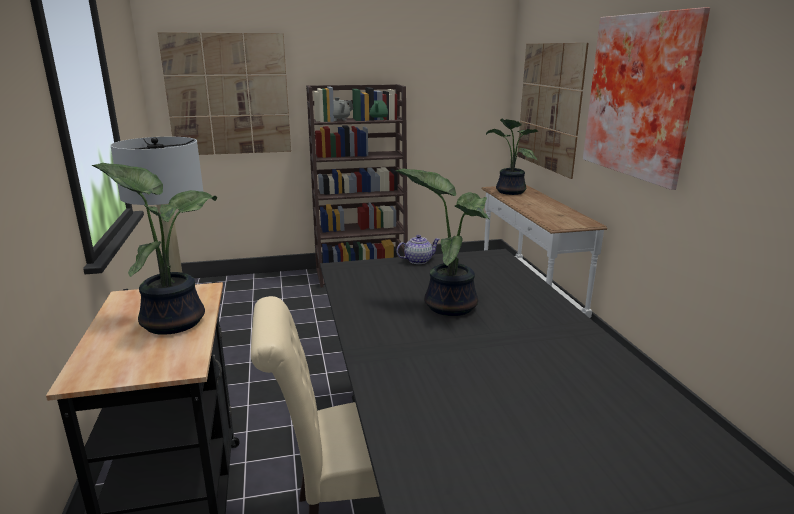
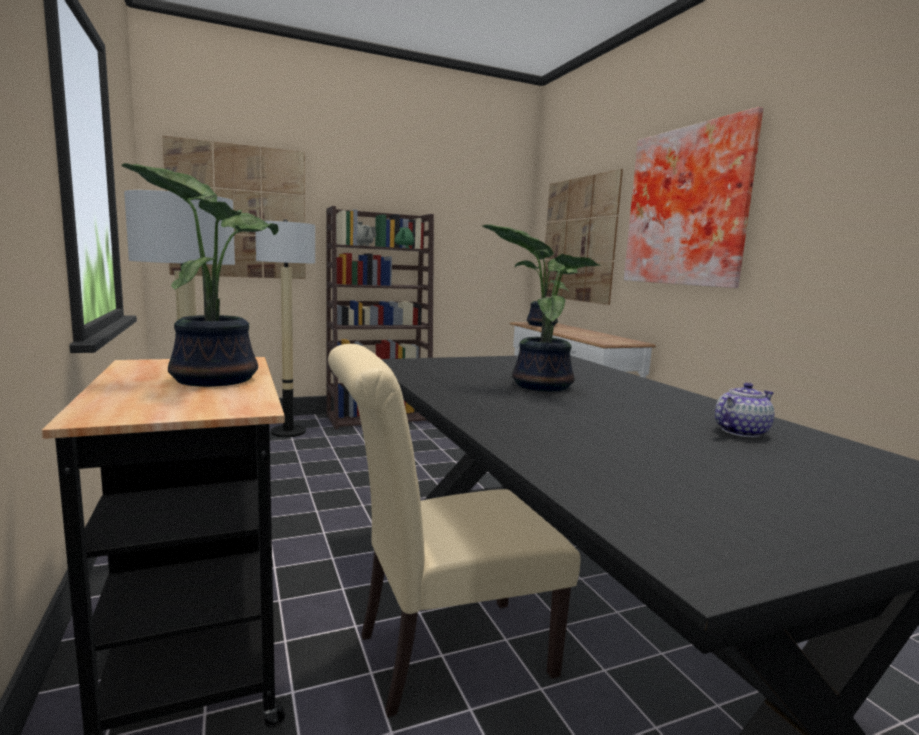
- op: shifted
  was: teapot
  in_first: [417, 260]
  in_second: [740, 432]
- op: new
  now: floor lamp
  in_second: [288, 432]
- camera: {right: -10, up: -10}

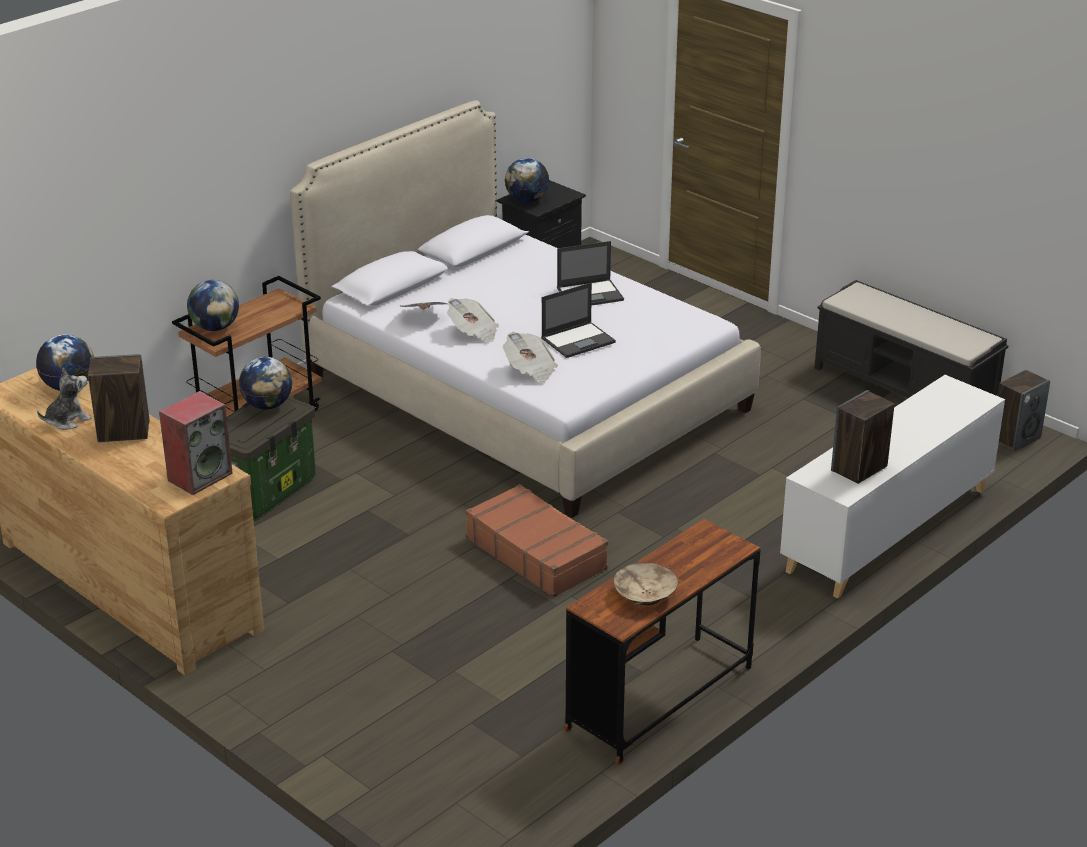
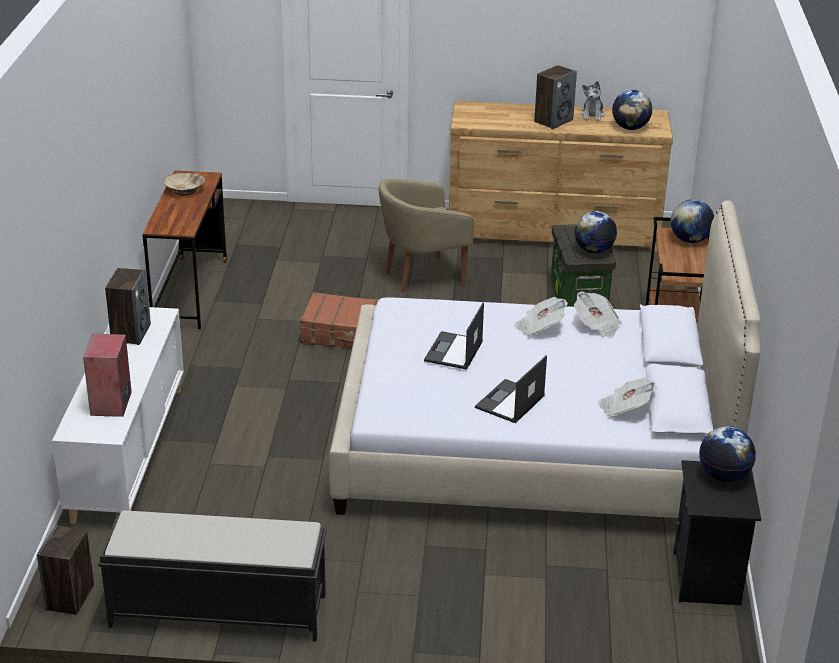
- op: shifted
  was: speaker
  in_first: [200, 476]
  in_second: [111, 404]
- op: shifted
  was: newspaper
  in_first: [530, 369]
  in_second: [624, 409]
- op: new
  now: armchair/beige
  in_second: [421, 276]
- camera: {right: 140, up: 0}

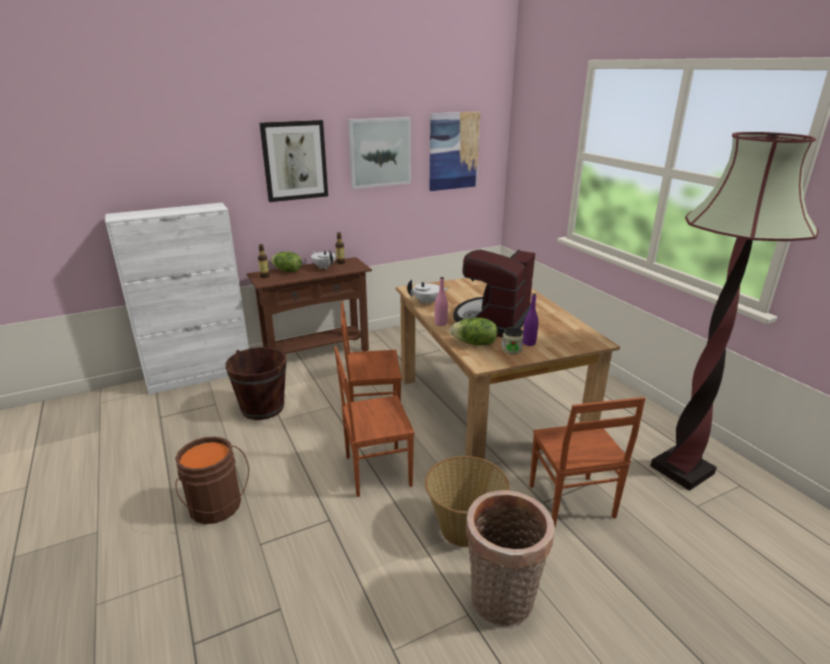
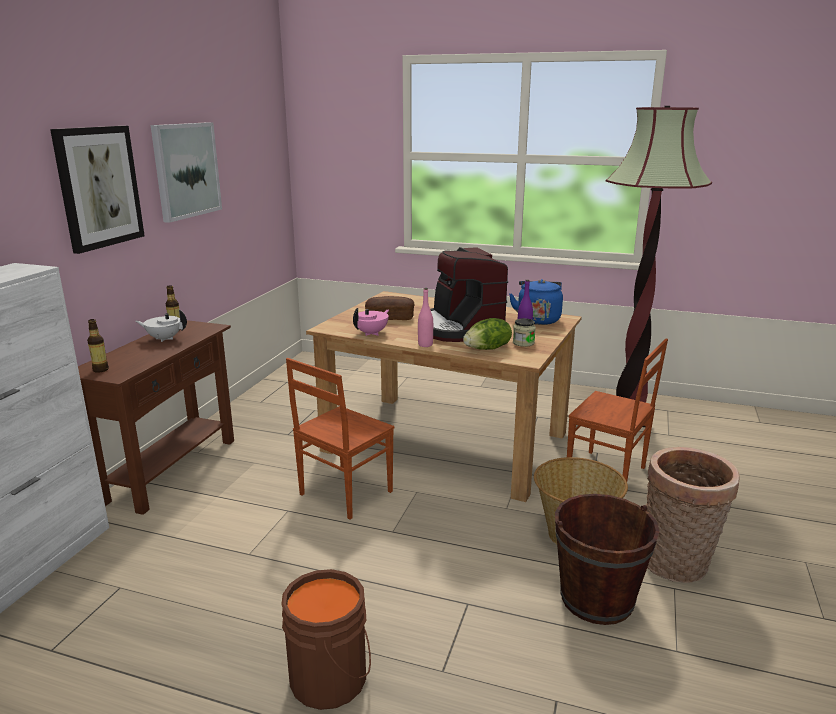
- op: shifted
  was: bucket/brown
  in_first: [262, 408]
  in_second: [597, 599]
- op: gone
  was: lettuce
  in_first: [287, 271]
- op: gone
  was: chair/brown
  in_first: [376, 470]
- op: repainted
  was: teapot/white
  now: teapot/pink
  in_first: [427, 302]
  in_second: [372, 333]
- op: gone
  was: picture
  in_first: [453, 151]
- op: new
  now: bread
  in_second: [390, 318]
- op: new
  now: kettle/blue
  in_second: [538, 319]
- camera: {right: -45, up: -5}

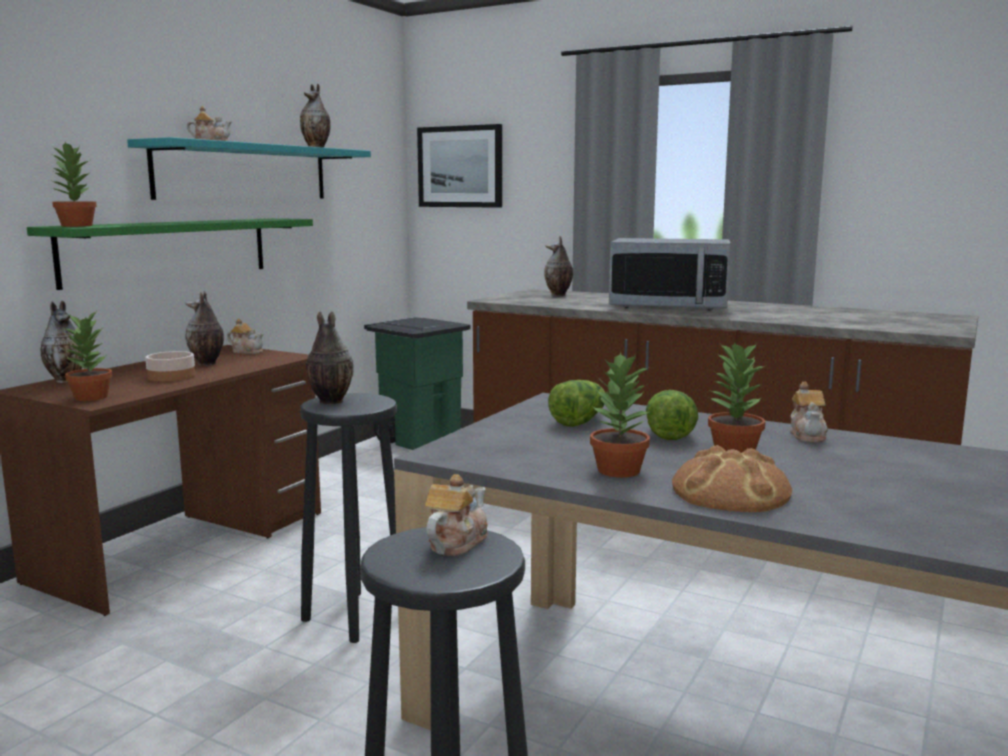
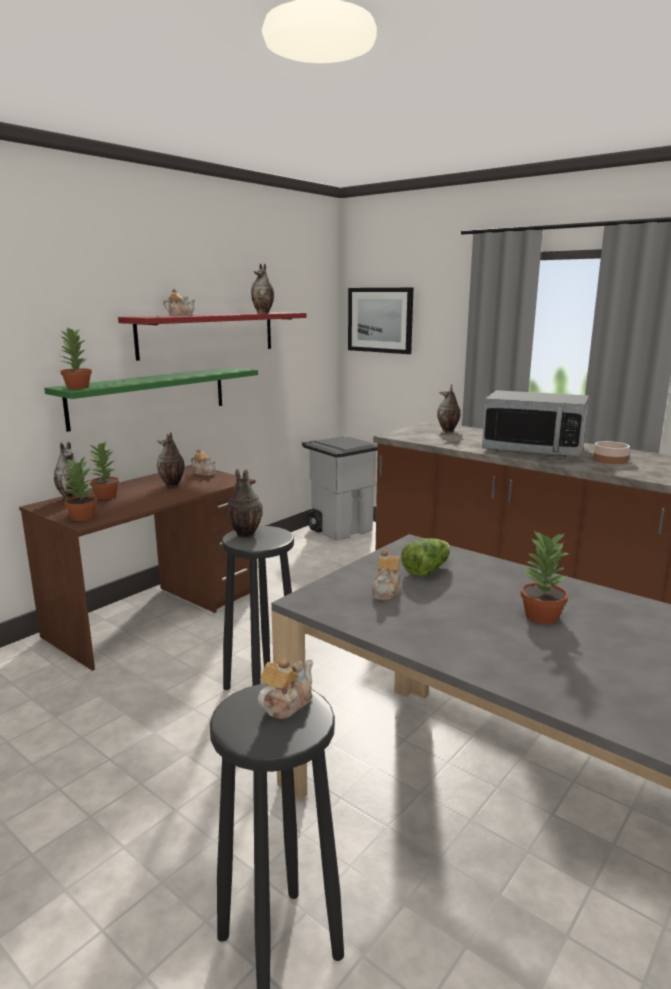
- op: repainted
  was: shelf/turquoise
  now: shelf/red
  in_first: [244, 172]
  in_second: [208, 334]
- op: shifted
  was: bowl
  in_first: [172, 376]
  in_second: [610, 460]
- op: repainted
  was: trash can/green
  now: trash can/grey
  in_first: [419, 439]
  in_second: [341, 529]
- op: shifted
  was: potted plant
  in_first: [618, 471]
  in_second: [105, 496]
- op: gone
  was: lettuce
  in_first: [668, 433]
- op: gone
  was: bread
  in_first: [731, 491]
- op: shifted
  was: teapot
  in_first: [808, 435]
  in_second: [387, 591]
- camera: {right: 10, up: 5}

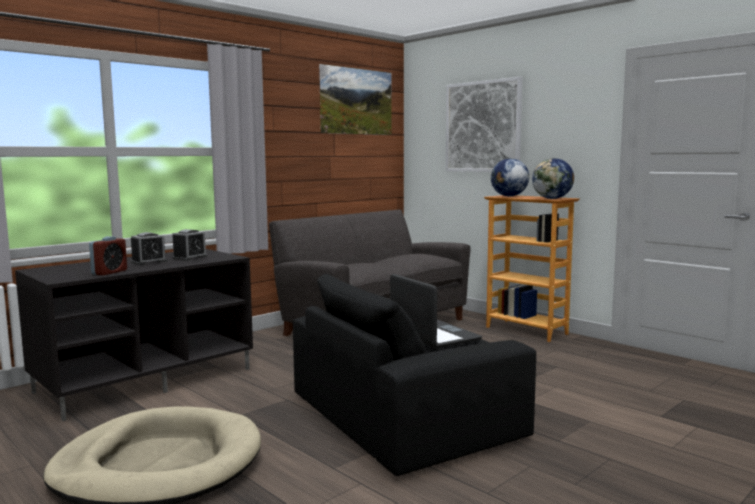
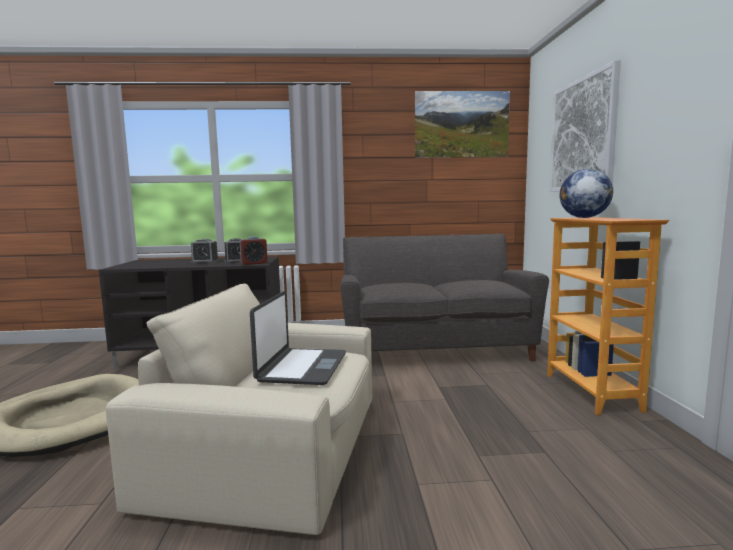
- op: shifted
  was: alarm clock
  in_first: [109, 272]
  in_second: [254, 263]
- op: repainted
  was: armchair/black
  now: armchair/beige
  in_first: [405, 415]
  in_second: [276, 447]
- op: gone
  was: globe
  in_first: [552, 198]
- camera: {right: 40, up: 0}

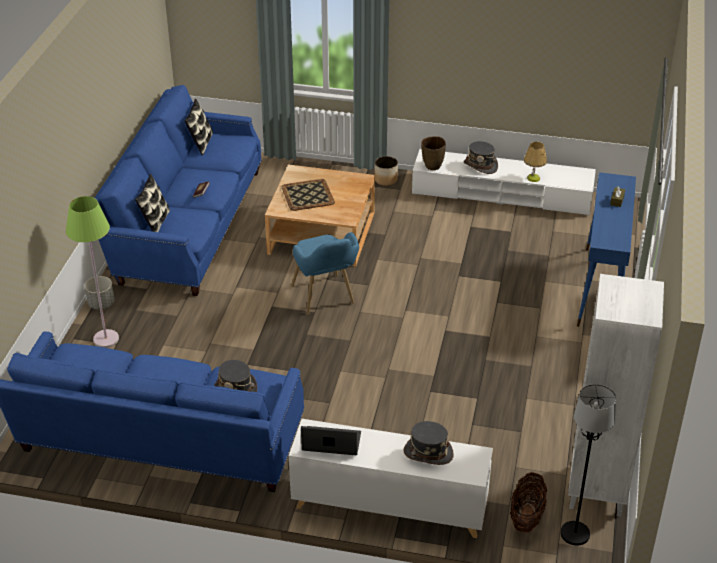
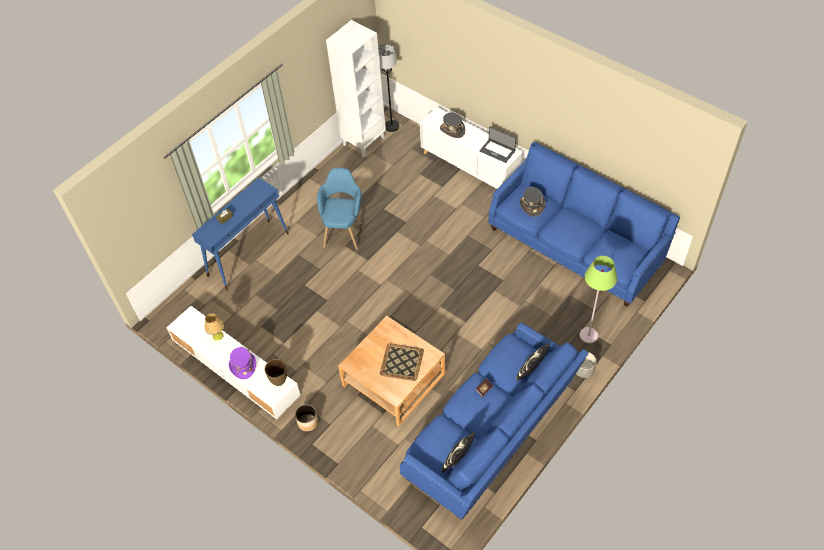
- op: shifted
  was: armchair/blue
  in_first: [325, 300]
  in_second: [343, 230]
- op: repainted
  was: hat/grey
  now: hat/purple
  in_first: [480, 165]
  in_second: [243, 366]
- op: gone
  was: basket
  in_first: [526, 517]
- camera: {right: -150, up: 15}

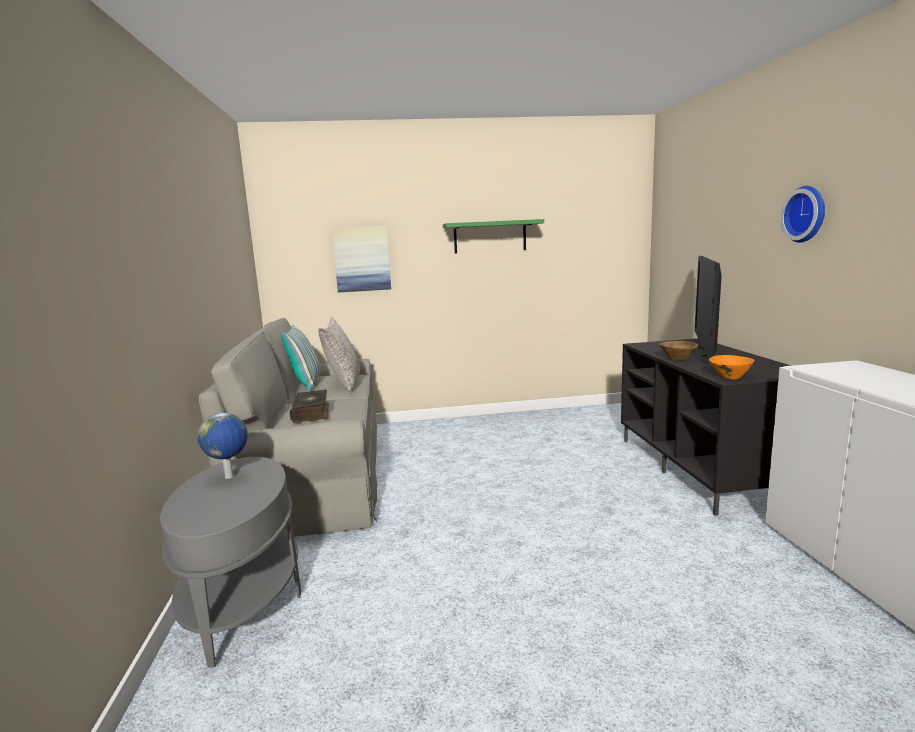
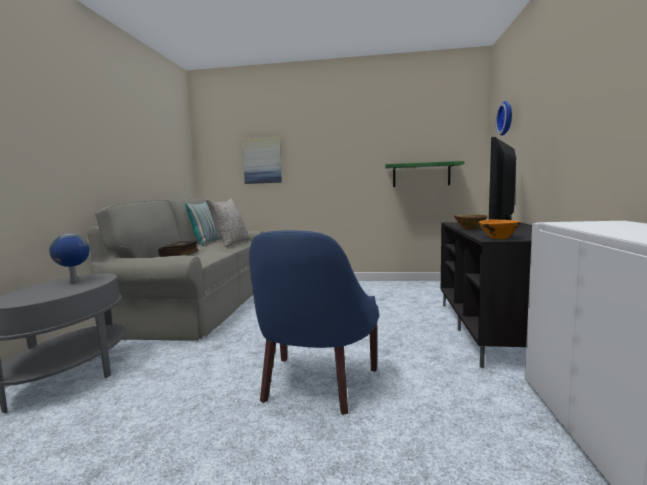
- op: shifted
  was: shelf/green
  in_first: [490, 237]
  in_second: [421, 175]
- op: shifted
  was: wall clock
  in_first: [807, 214]
  in_second: [506, 118]
- op: new
  now: armchair/blue
  in_second: [315, 384]
- camera: {right: 15, up: -5}

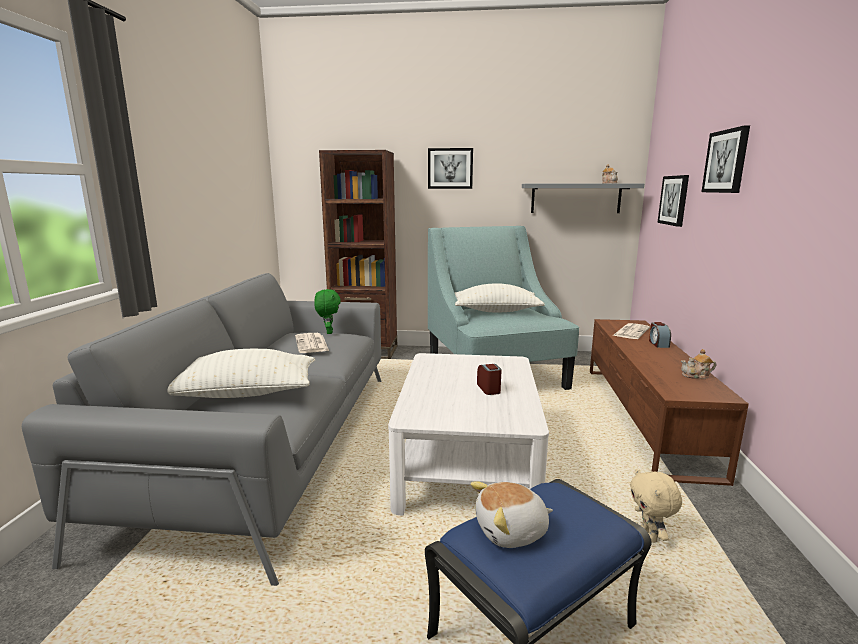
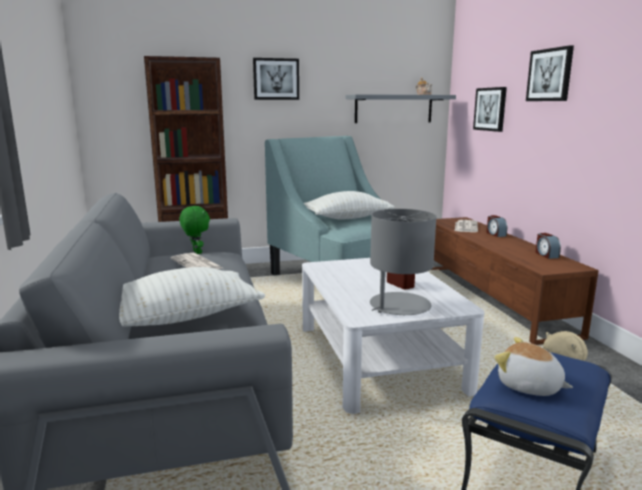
- op: rotated
  was: plush toy
  in_first: [511, 532]
  in_second: [529, 386]
  clockwise: 75
- op: swapped
  was: teapot
  now: alarm clock
  in_first: [696, 376]
  in_second: [546, 255]
- op: new
  now: table lamp/grey
  in_second: [399, 305]
- camera: {right: -20, up: 0}

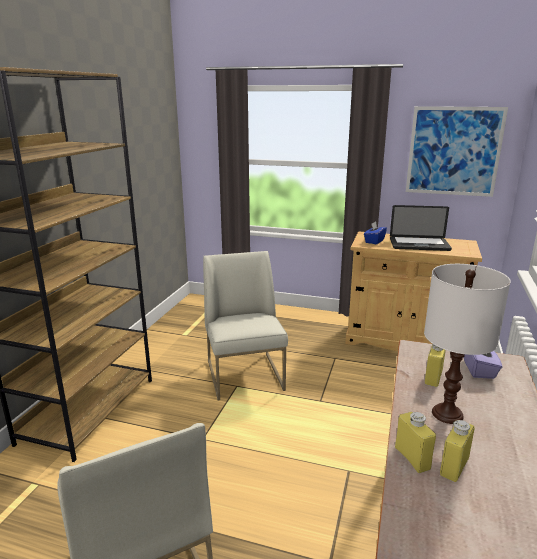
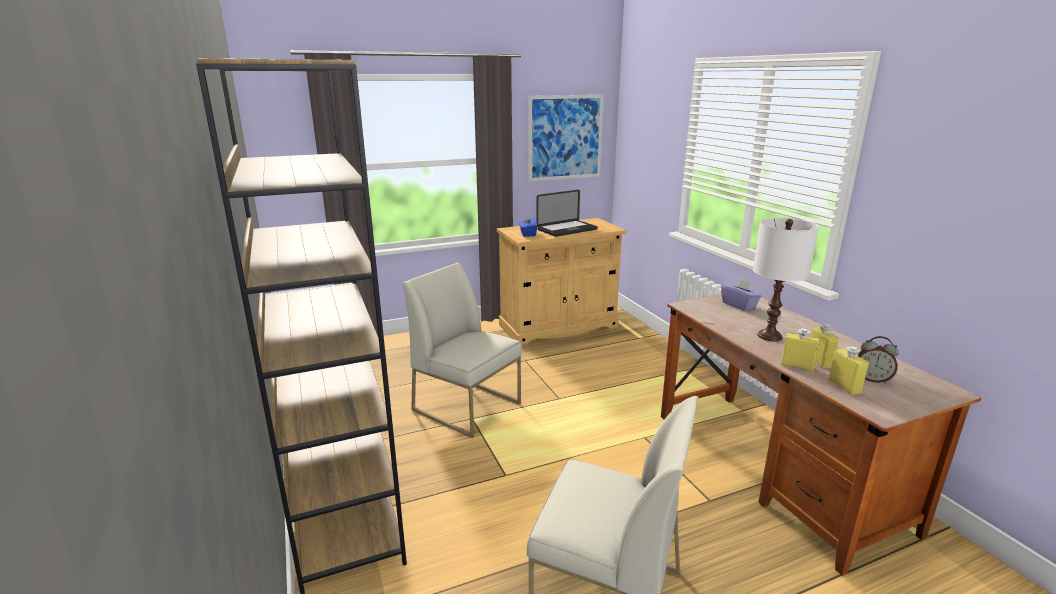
- op: shifted
  was: bottle/yellow
  in_first: [433, 378]
  in_second: [844, 386]
- op: new
  now: alarm clock
  in_second: [872, 379]
- camera: {right: -40, up: 0}

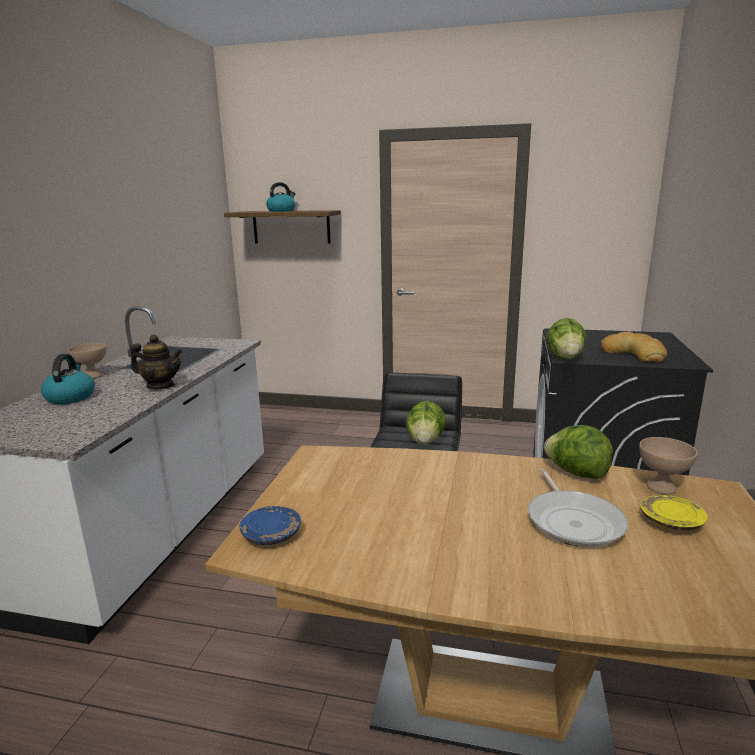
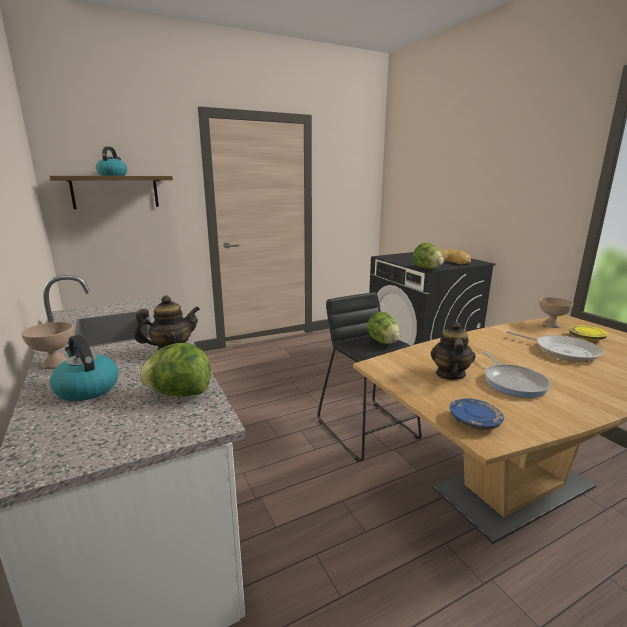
- op: shifted
  was: lettuce
  in_first: [576, 473]
  in_second: [179, 394]
- op: new
  now: teapot
  in_second: [450, 374]
- op: new
  now: frying pan
  in_second: [513, 382]
- camera: {right: -40, up: 0}

